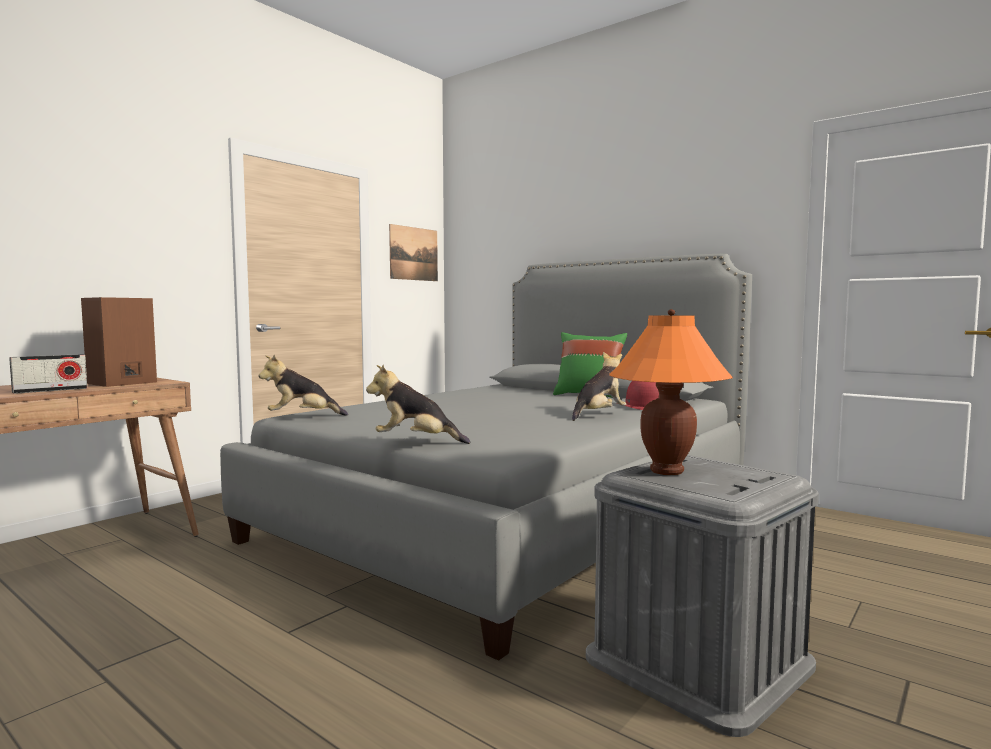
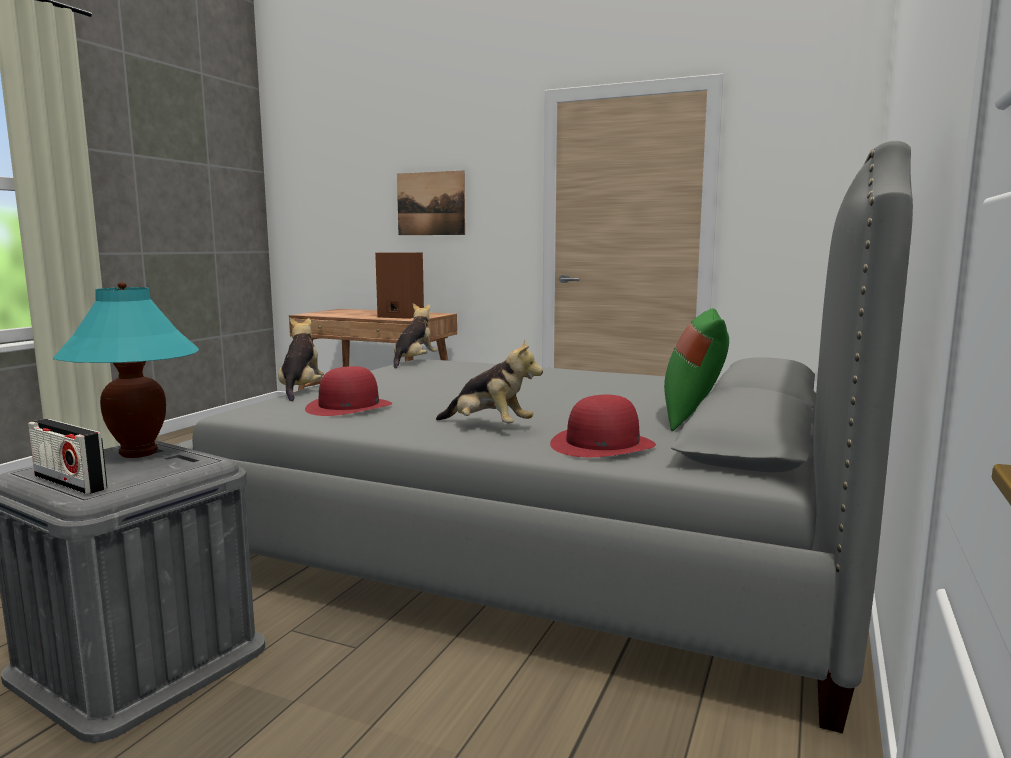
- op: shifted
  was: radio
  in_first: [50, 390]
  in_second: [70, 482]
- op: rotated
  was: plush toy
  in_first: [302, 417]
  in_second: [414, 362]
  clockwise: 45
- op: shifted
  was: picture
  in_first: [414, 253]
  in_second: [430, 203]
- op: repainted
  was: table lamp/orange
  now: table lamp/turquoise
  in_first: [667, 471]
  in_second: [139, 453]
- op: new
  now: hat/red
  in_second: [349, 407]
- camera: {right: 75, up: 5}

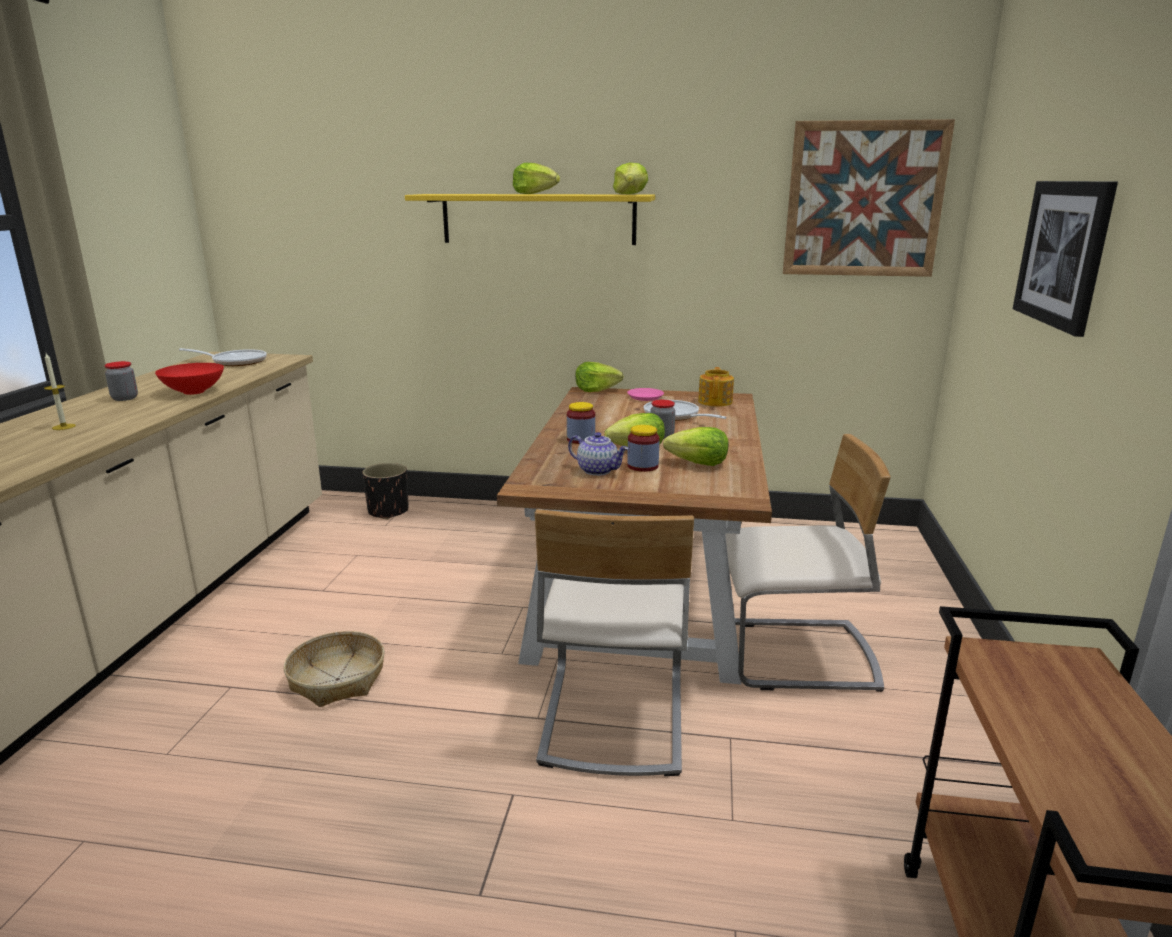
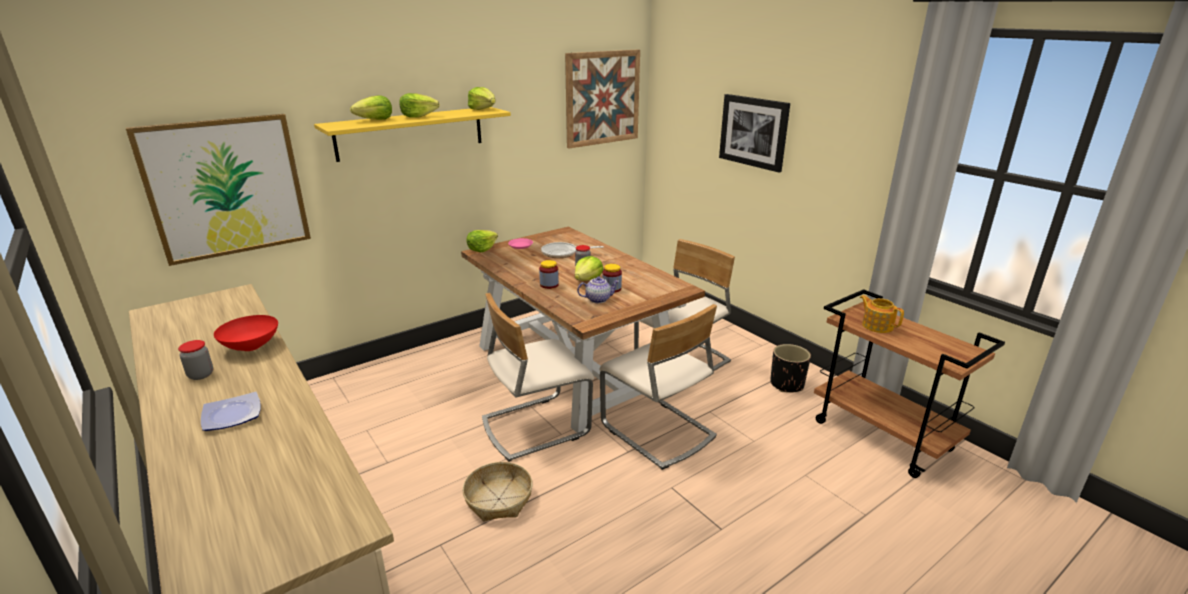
- op: swapped
  was: candle
  now: plate
  in_first: [64, 427]
  in_second: [231, 415]
- op: gone
  was: frying pan
  in_first: [235, 362]
- op: shifted
  was: planter/black
  in_first: [388, 511]
  in_second: [786, 384]
- op: shifted
  was: lettuce
  in_first: [698, 463]
  in_second: [375, 120]
- op: shifted
  was: teapot
  in_first: [715, 401]
  in_second: [877, 325]
- op: new
  now: picture
  in_second: [226, 187]
- op: new
  now: chair/beige
  in_second: [535, 426]
- camera: {right: -45, up: 5}

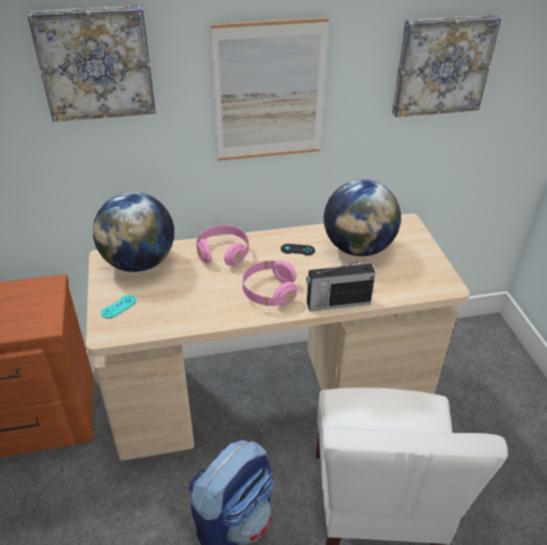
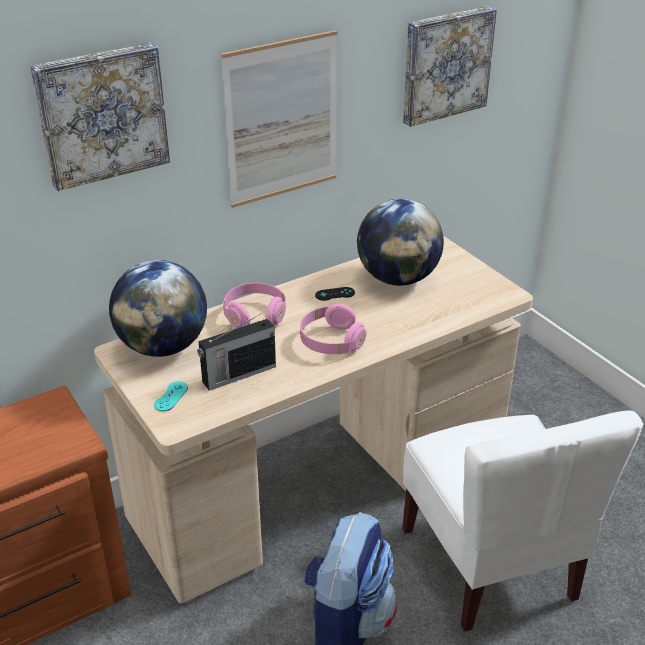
- op: shifted
  was: radio
  in_first: [337, 303]
  in_second: [237, 374]
- camera: {right: -20, up: -5}

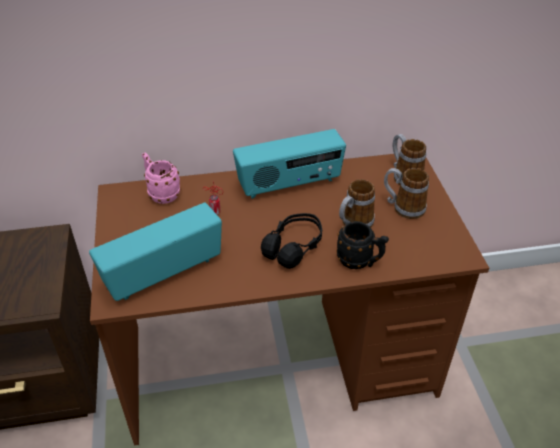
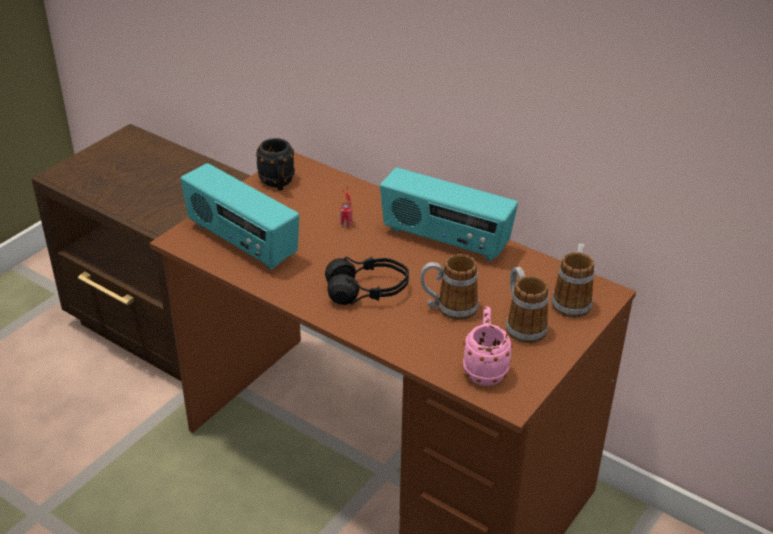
- op: rotated
  was: radio
  in_first: [163, 272]
  in_second: [241, 243]
  clockwise: -150
- op: shifted
  was: mug/pink
  in_first: [161, 193]
  in_second: [484, 368]
- op: shifted
  was: mug/black
  in_first: [360, 262]
  in_second: [278, 184]
- camera: {right: 45, up: -5}

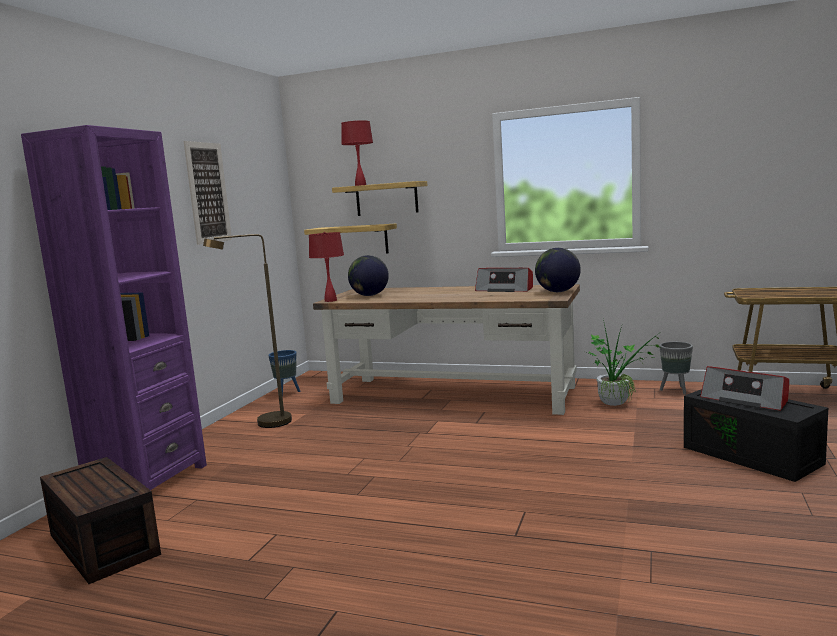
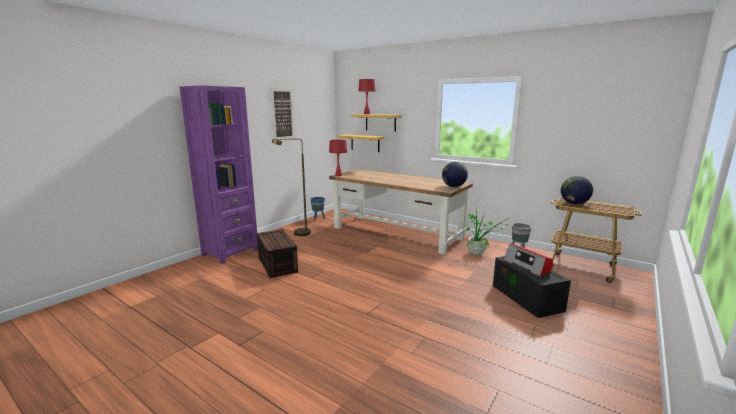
- op: shifted
  was: storage box/brown
  in_first: [100, 544]
  in_second: [276, 264]
- op: shifted
  was: globe
  in_first: [369, 295]
  in_second: [574, 203]
- op: gone
  was: radio
  in_first: [505, 289]
- camera: {right: 15, up: 5}

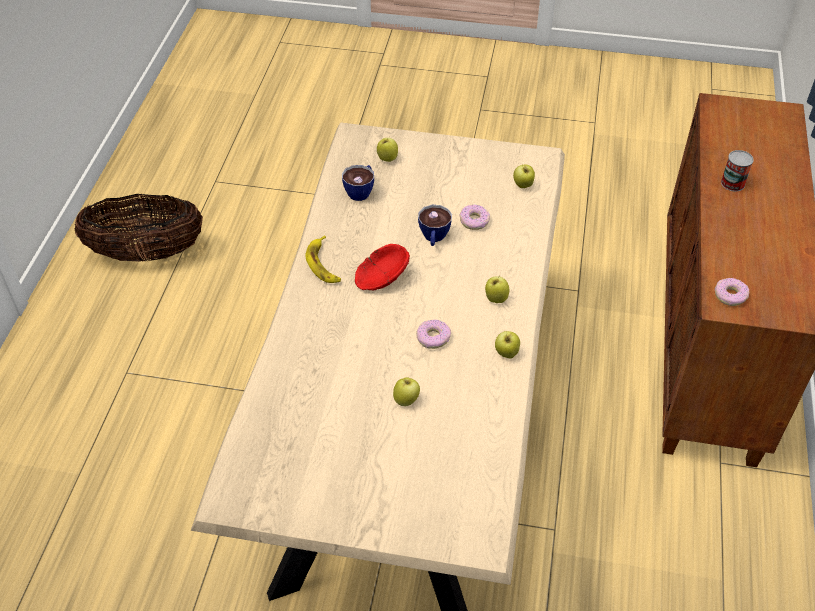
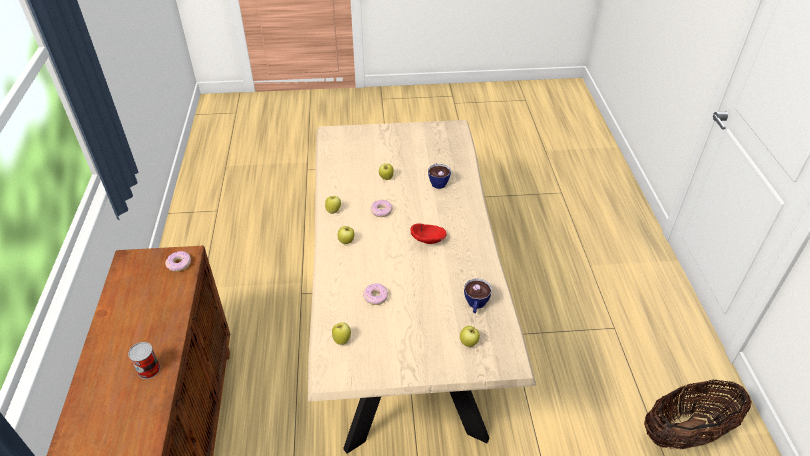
- op: gone
  was: banana
  in_first: [324, 264]
- op: shifted
  was: cup
  in_first: [434, 238]
  in_second: [438, 182]
- camera: {right: 165, up: -5}

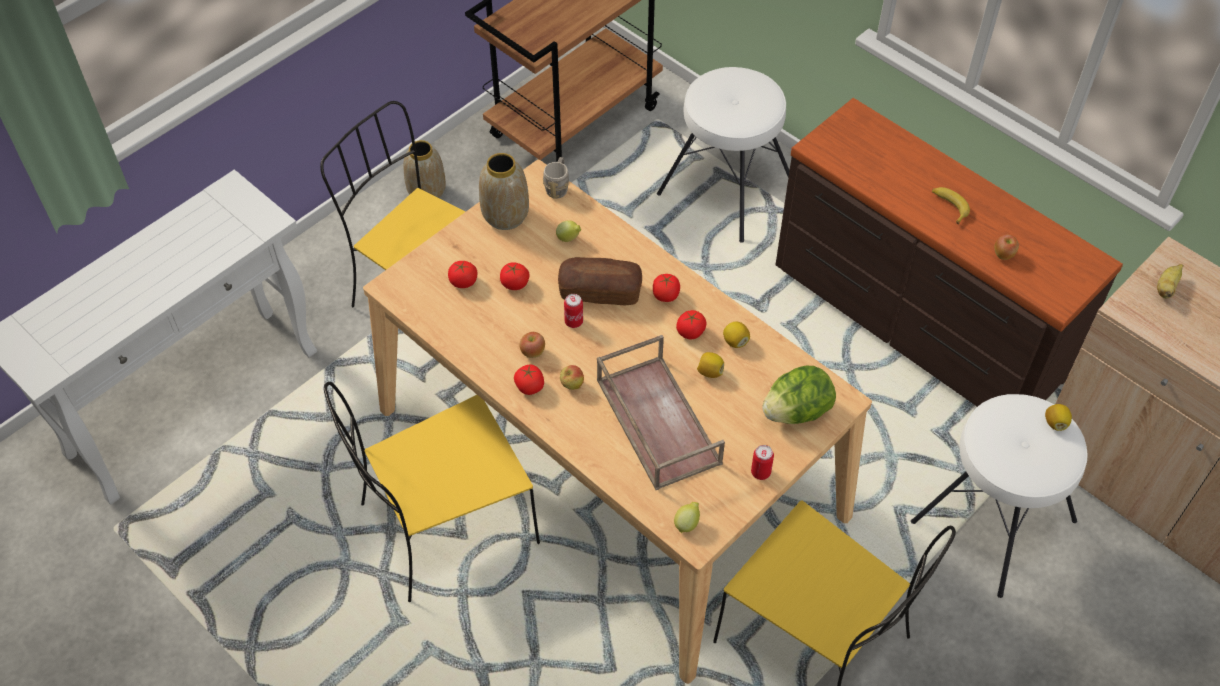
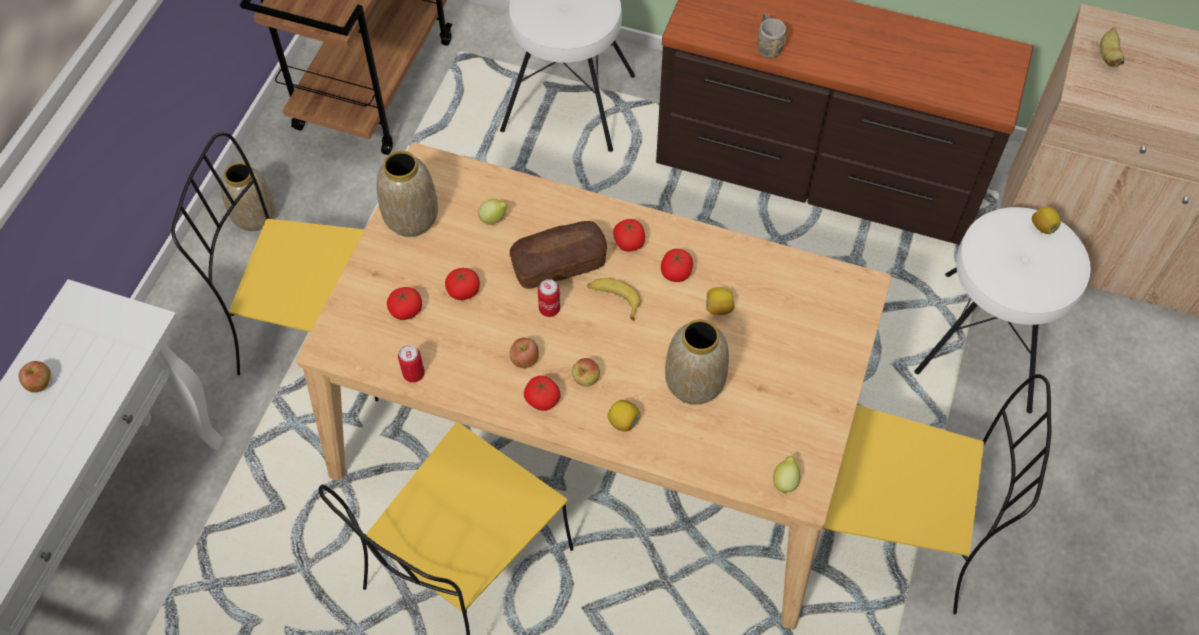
- op: shifted
  was: mug/grey
  in_first: [558, 187]
  in_second: [767, 46]
- op: swapped
  was: tray/brown
  now: vase
  in_first: [656, 421]
  in_second: [693, 383]
- op: shifted
  was: lemon
  in_first: [735, 341]
  in_second: [623, 422]
- op: shifted
  was: can
  in_first: [760, 472]
  in_second: [413, 374]
- op: gone
  was: lettuce
  in_first: [797, 411]
- op: shifted
  was: banana
  in_first: [949, 206]
  in_second: [614, 299]
- op: shifted
  was: apple
  in_first: [1003, 255]
  in_second: [41, 384]
- camera: {right: -25, up: 5}

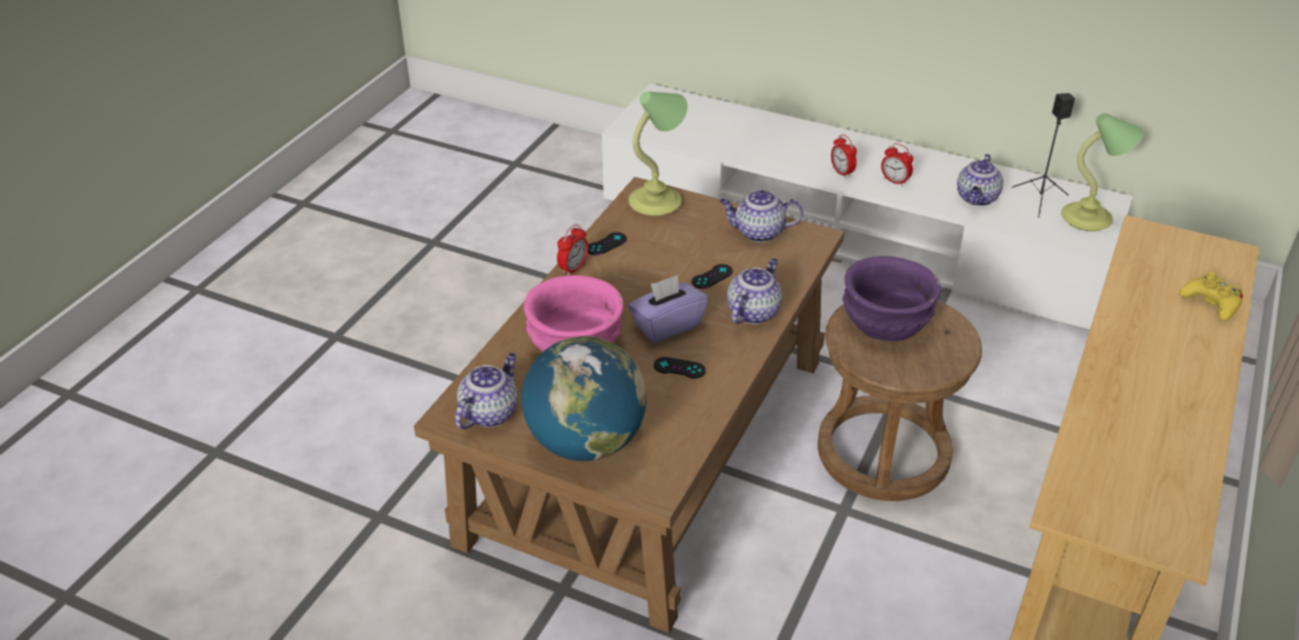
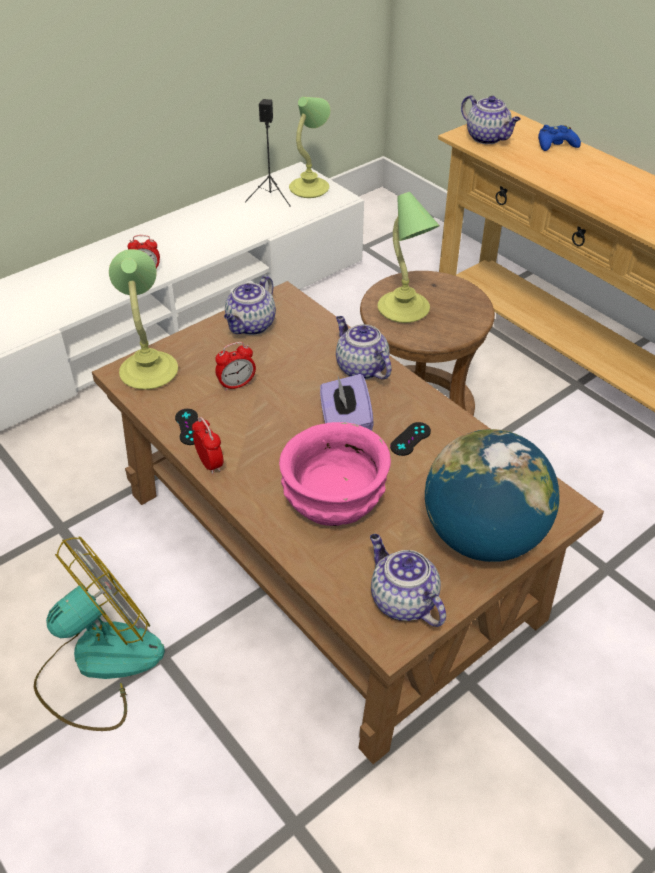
- op: gone
  was: game controller/black
  in_first: [712, 277]
- op: swapped
  was: bowl/purple
  now: table lamp
  in_first: [884, 323]
  in_second: [404, 310]
- op: shifted
  was: alarm clock
  in_first: [895, 181]
  in_second: [236, 385]
- op: shifted
  was: teapot
  in_first: [977, 198]
  in_second: [488, 138]
- op: repainted
  was: game controller/yellow
  now: game controller/blue
  in_first: [1211, 303]
  in_second: [556, 144]
- op: new
  now: fan
  in_second: [99, 664]
- camera: {right: -65, up: 5}

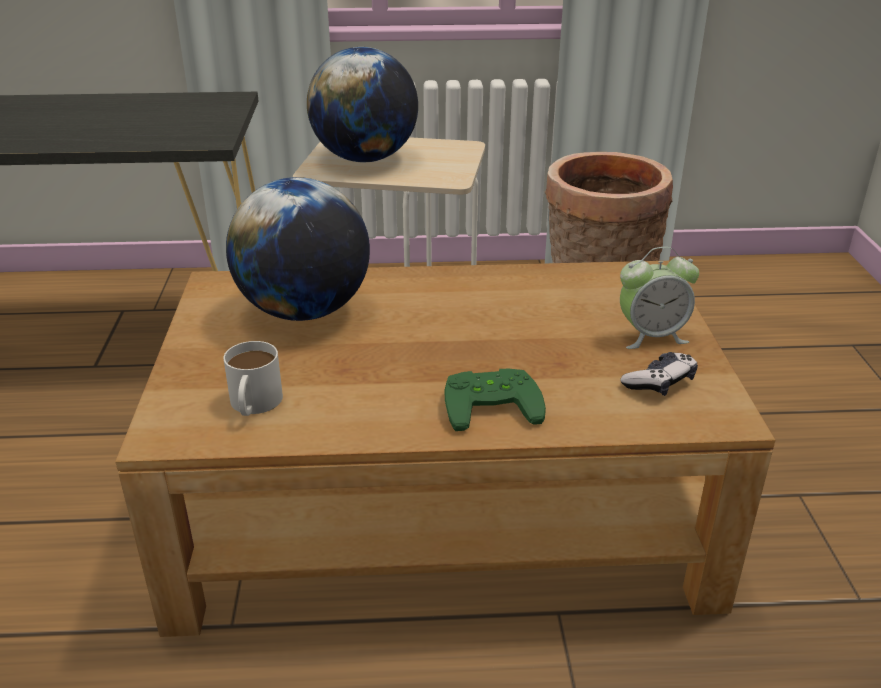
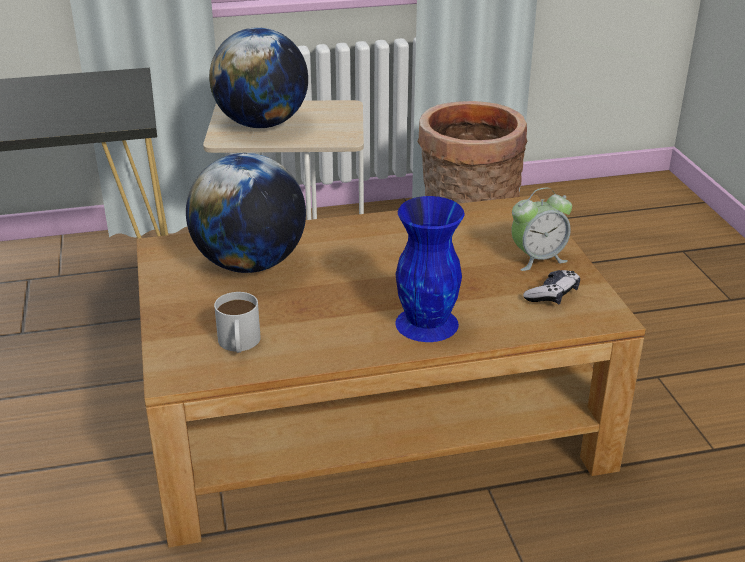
- op: swapped
  was: game controller/green
  now: vase/blue
  in_first: [491, 402]
  in_second: [428, 323]
- camera: {right: -10, up: 0}

